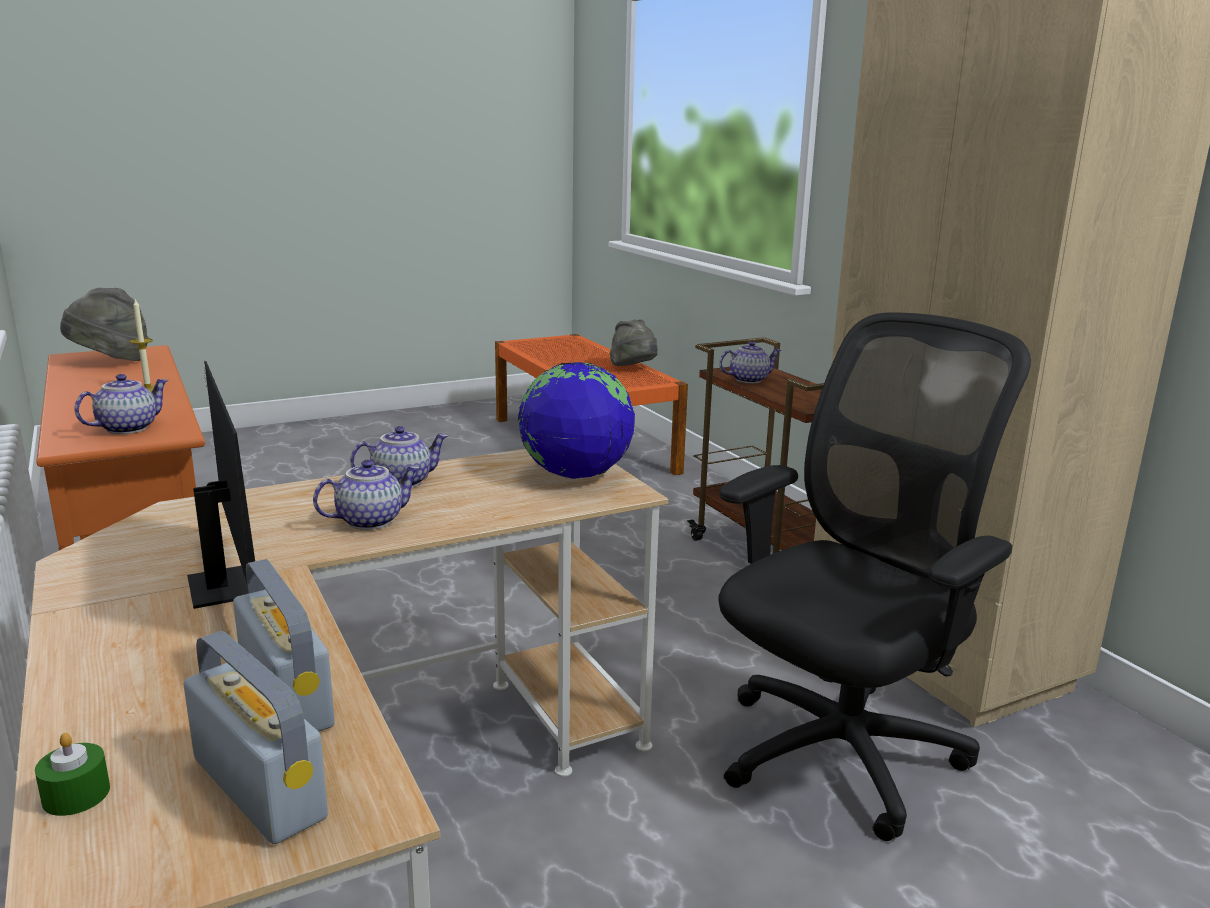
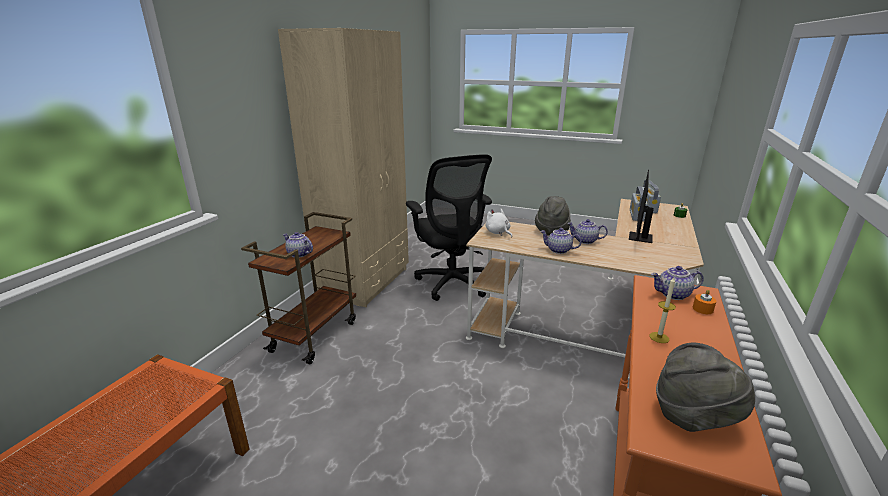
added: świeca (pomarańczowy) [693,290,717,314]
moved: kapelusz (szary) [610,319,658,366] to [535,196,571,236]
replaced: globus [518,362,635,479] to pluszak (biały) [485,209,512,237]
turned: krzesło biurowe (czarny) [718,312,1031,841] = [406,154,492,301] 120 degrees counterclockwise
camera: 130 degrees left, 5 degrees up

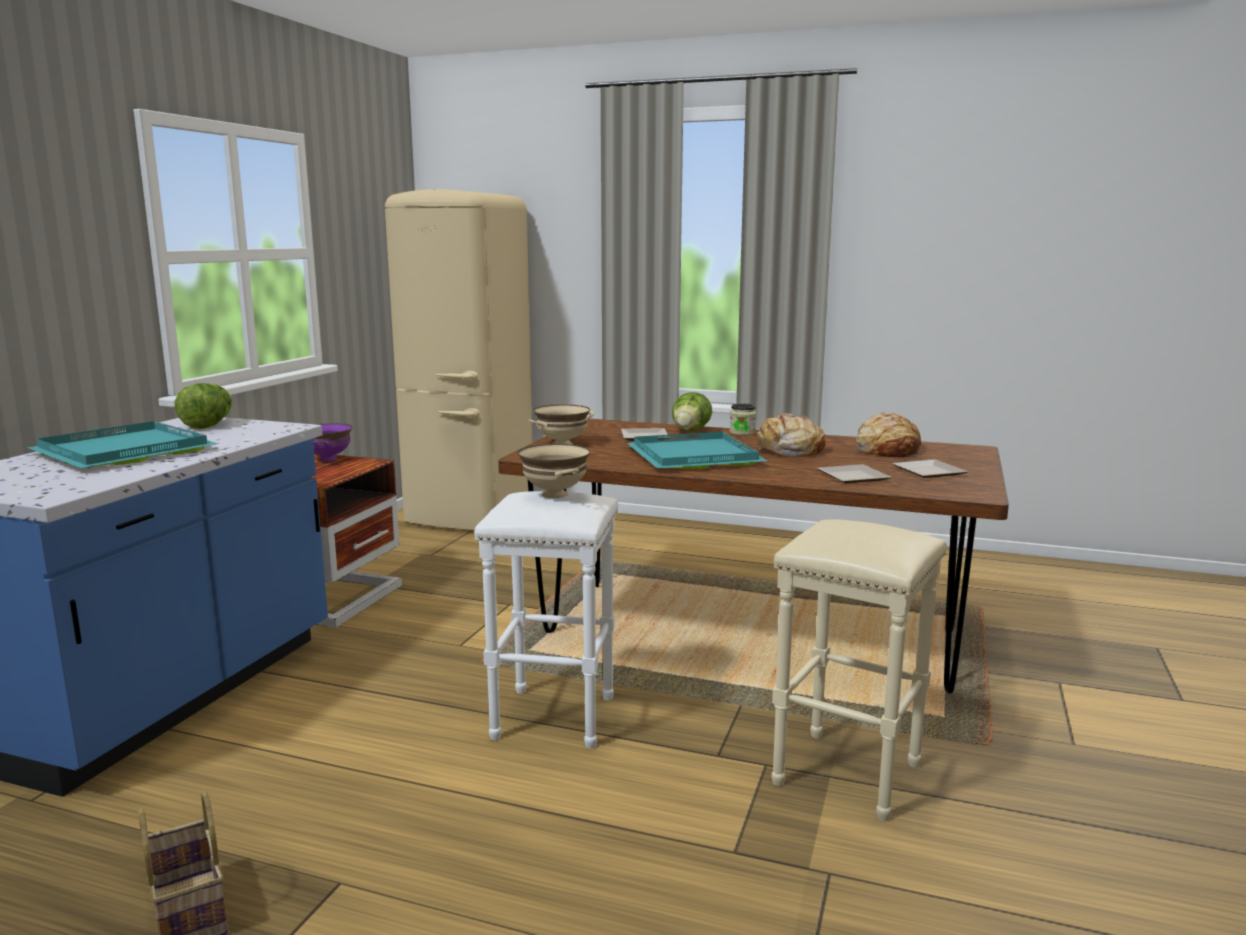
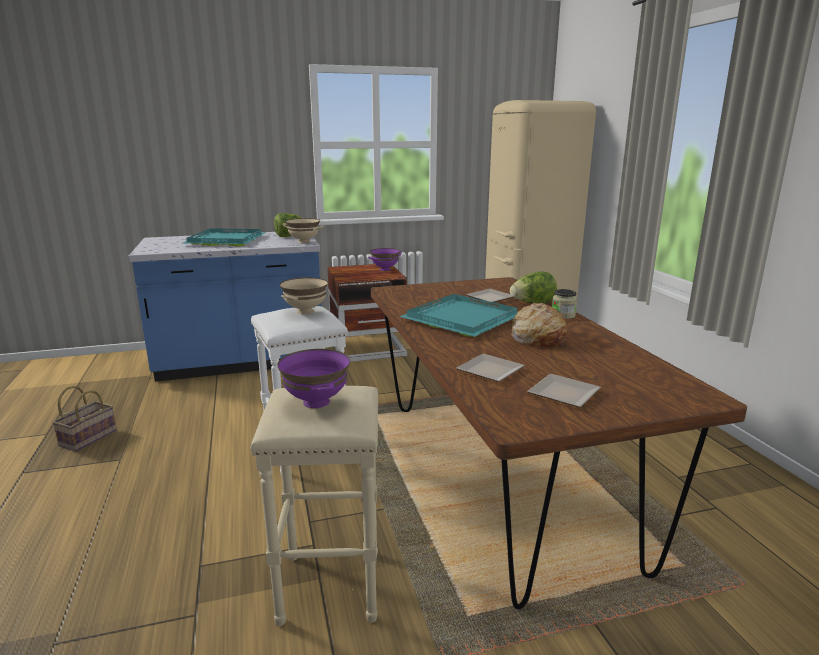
removed: chleb [856,412,921,457]
added: miska (fioletowy) [277,349,350,408]
moved: miska (beżowy) [529,404,594,444] to [283,218,324,243]
camera: 55 degrees right, 5 degrees up

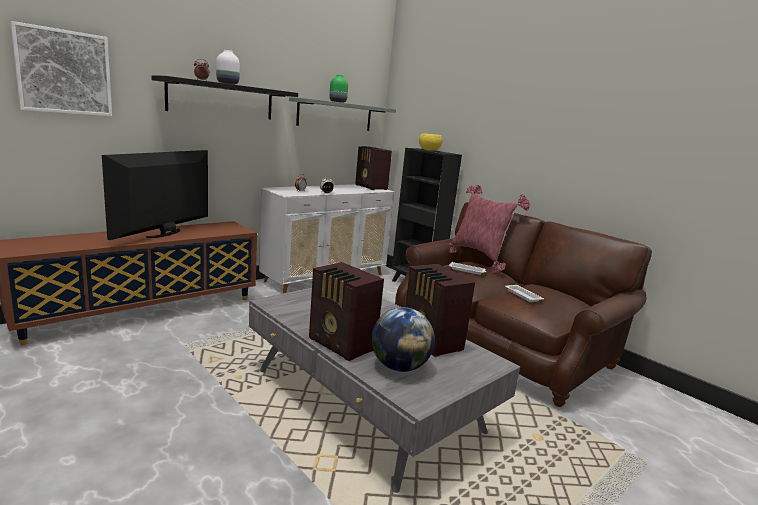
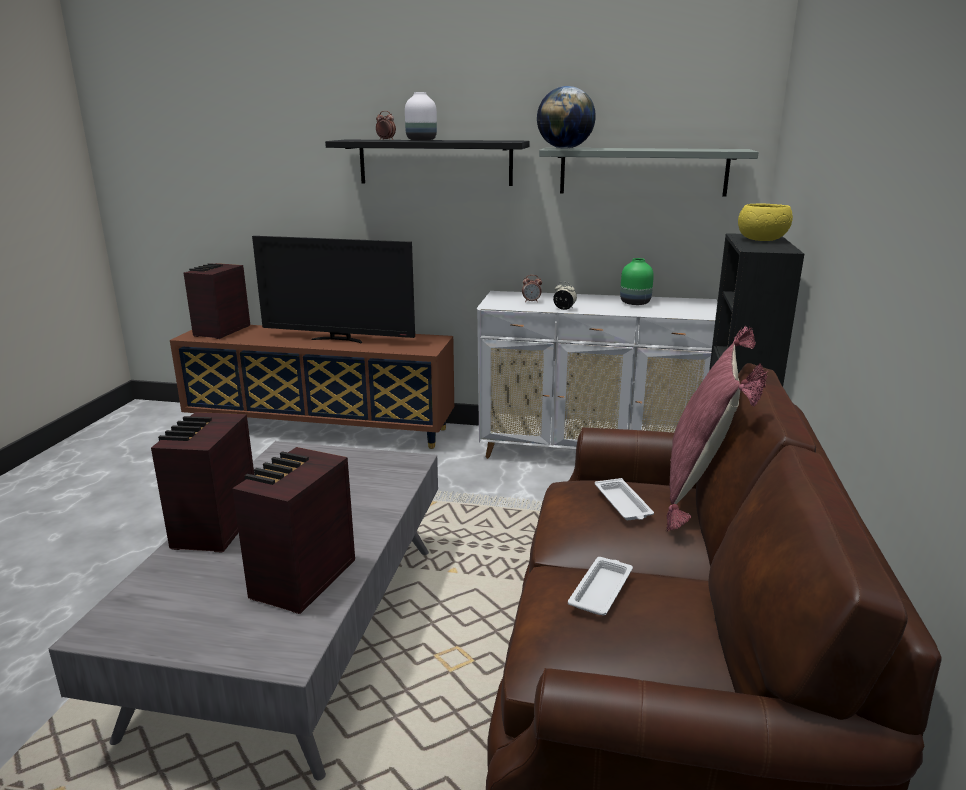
removed: obraz [10,21,112,116]
moved: wazon (zielony) [329,75,348,103] to [620,258,654,305]; radio [355,146,392,190] to [184,263,250,339]; globus [371,307,435,372] to [537,86,596,149]
turned: telewizor [102,150,208,240] = [252,236,415,343] 150 degrees counterclockwise
camera: 55 degrees right, 5 degrees up

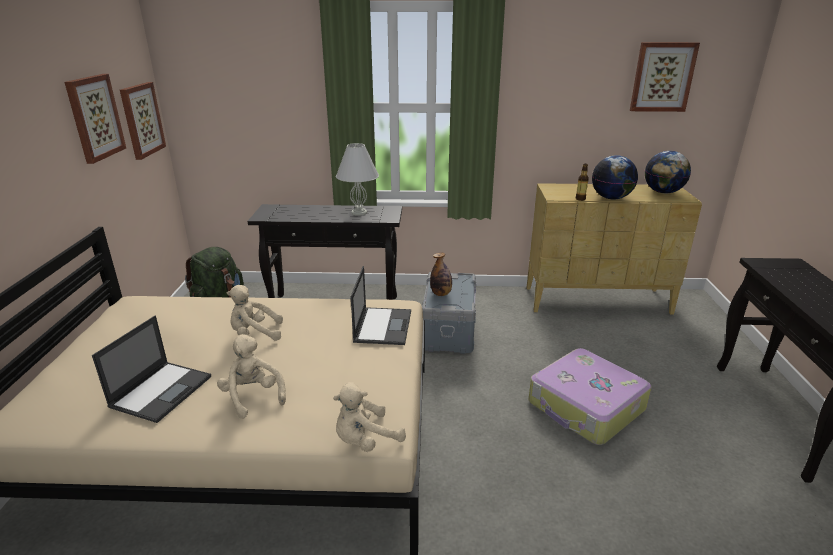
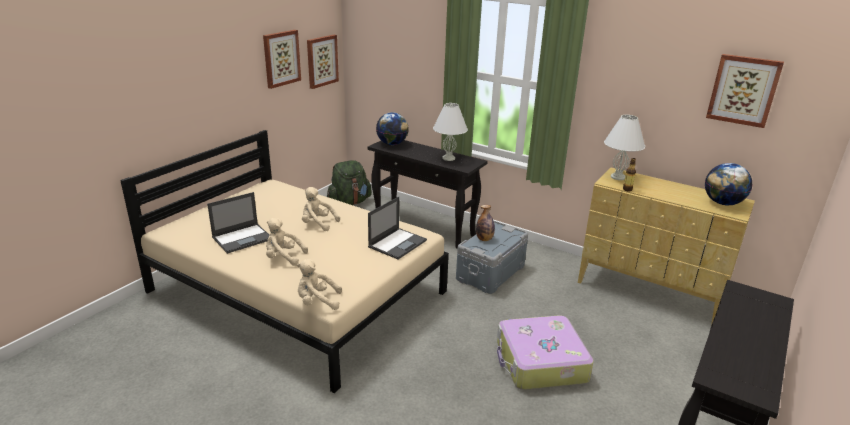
added: lampa stołowa (biały) [604,115,645,180]
moved: globus [592,155,638,199] to [376,112,409,145]
turned: pluszak (beżowy) [217,334,286,419] = [266,218,308,266] 75 degrees counterclockwise
camera: 30 degrees right, 0 degrees up

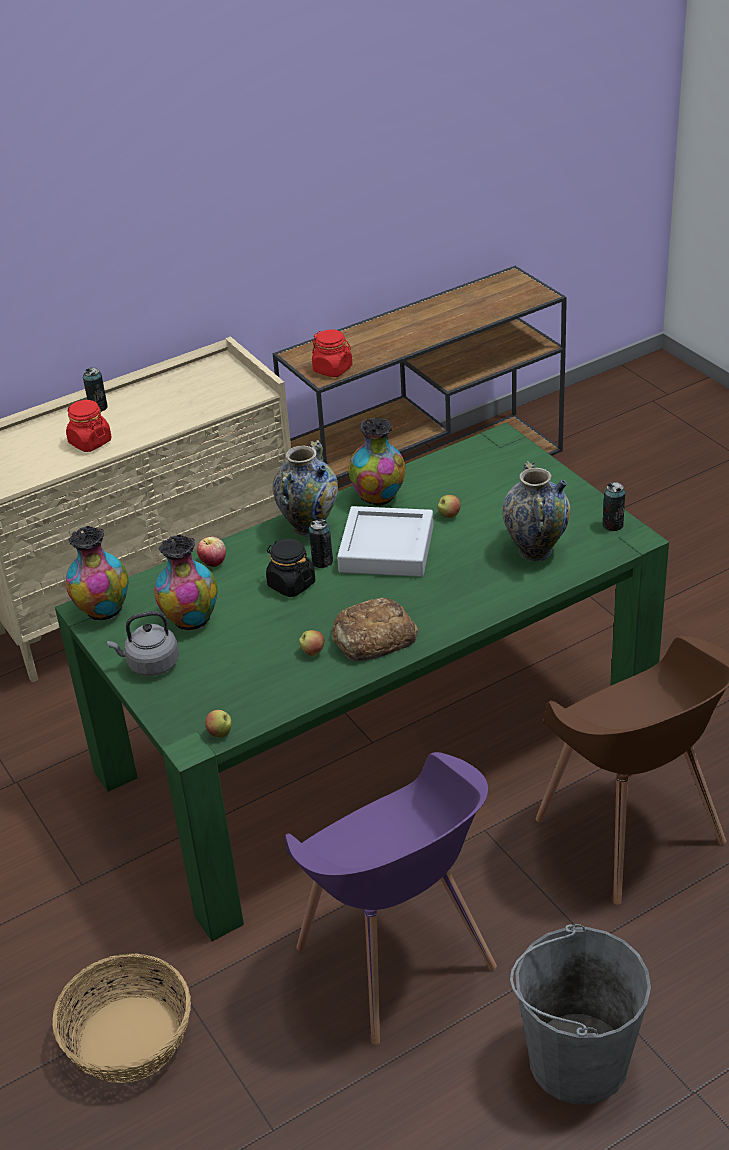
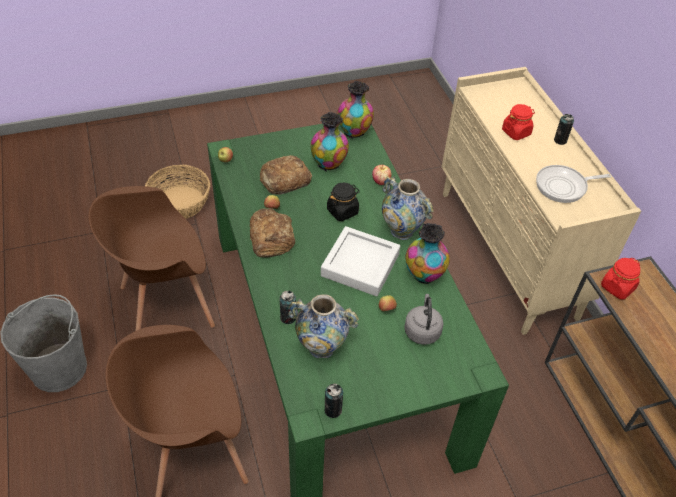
added: chleb [260,155,312,195]; patelnia [536,165,612,203]
moved: puszka [309,519,333,568] to [279,291,296,324]; czajnik (szary) [107,611,179,676] to [404,294,444,345]
recoloured: krzesło (fioletowy) [286,752,497,1045] to krzesło (brązowy) [88,186,215,331]
camera: 100 degrees right, 10 degrees up

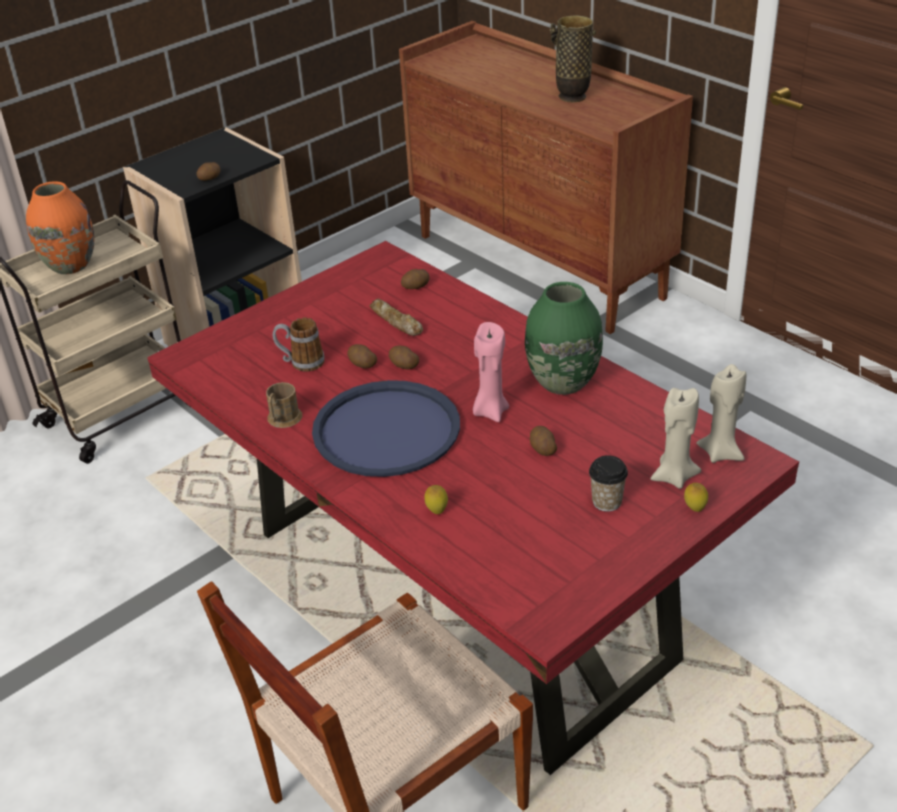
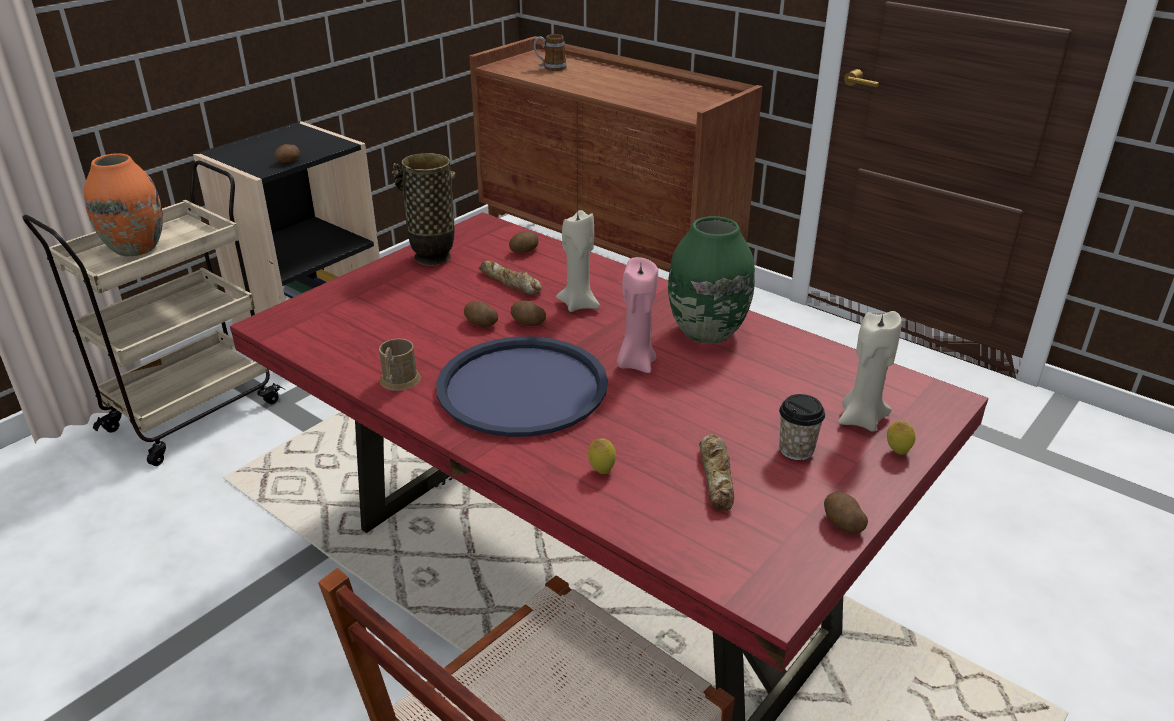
added: chleb [699,434,734,510]
moved: wazon [549,15,596,102] to [392,153,456,266]; kubek [273,318,325,372] to [534,34,567,71]; świeca (beżowy) [696,364,746,463] to [556,210,600,312]; ziemniak [530,426,557,456] to [824,492,868,534]
camera: 10 degrees left, 5 degrees down

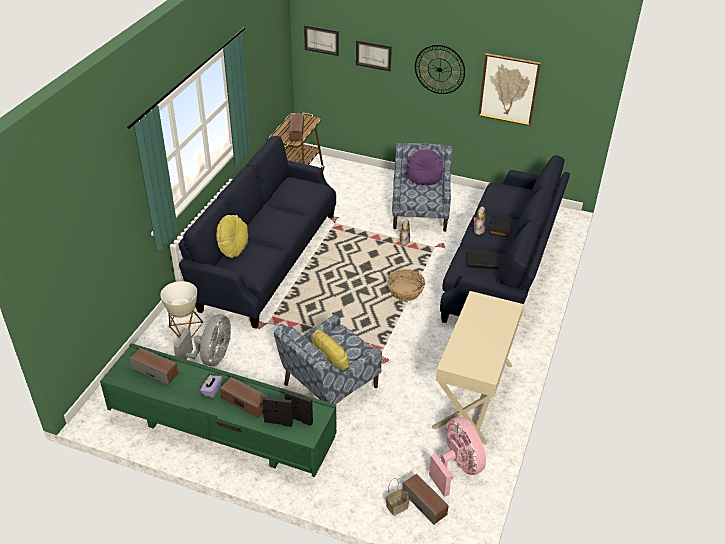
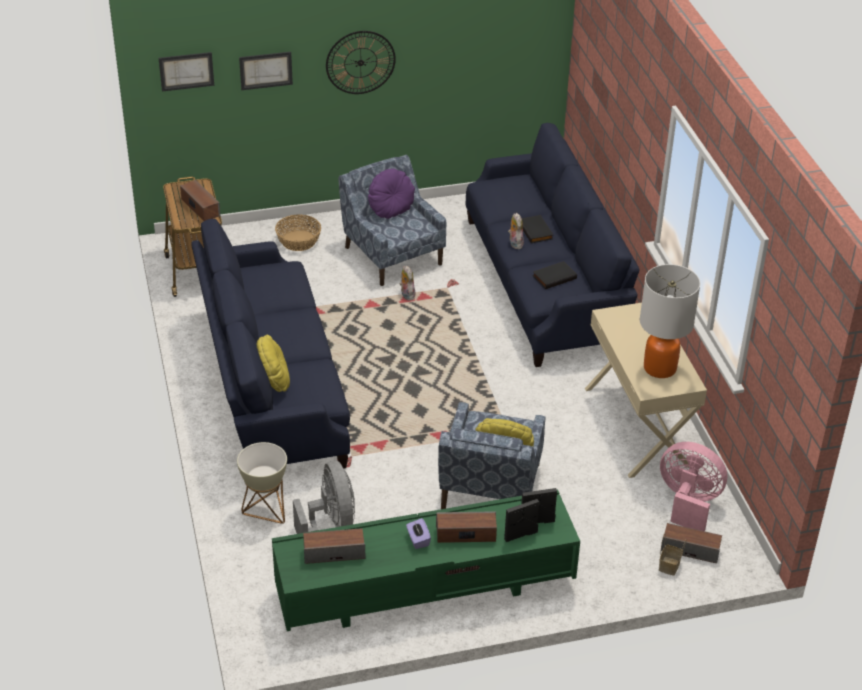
removed: obraz [478,53,541,126]
added: lampa stołowa [640,264,700,378]
moved: koszyk [387,269,425,301] to [275,214,321,251]
camera: 35 degrees left, 0 degrees up

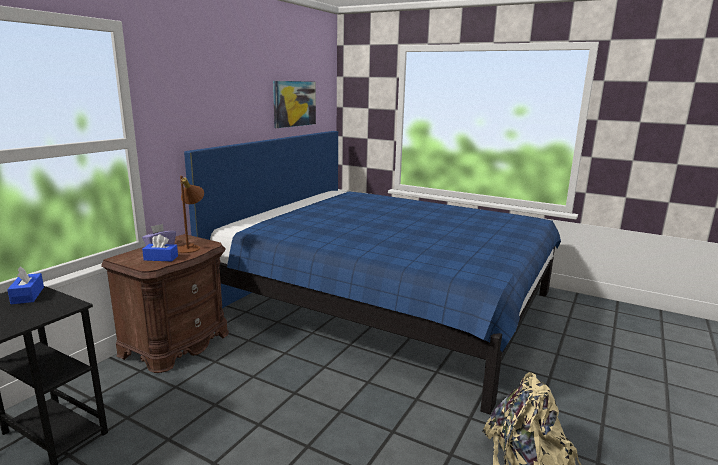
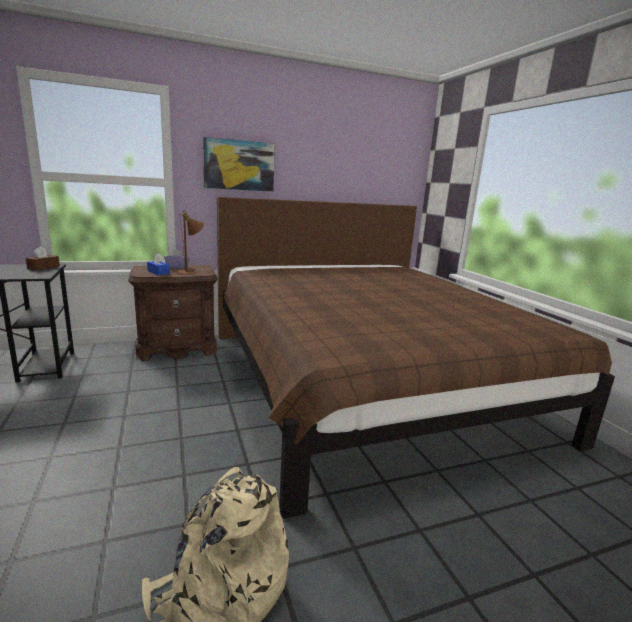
moved: obraz [273,81,316,128] to [203,137,275,192]
recoloured: łóżko (niebieski) [184,131,561,415] to łóżko (brązowy) [217,197,615,519]; pudełko chusteczek (niebieski) [7,266,44,304] to pudełko chusteczek (brązowy) [26,246,60,271]
camera: 40 degrees right, 0 degrees up

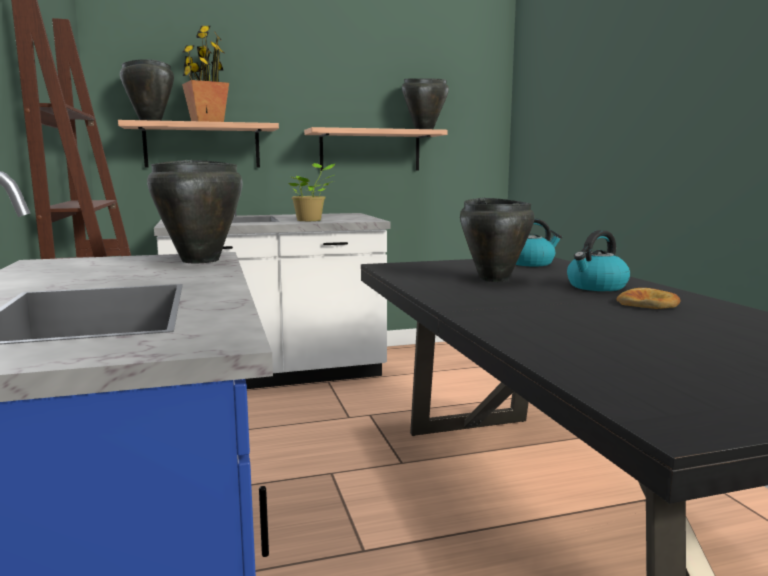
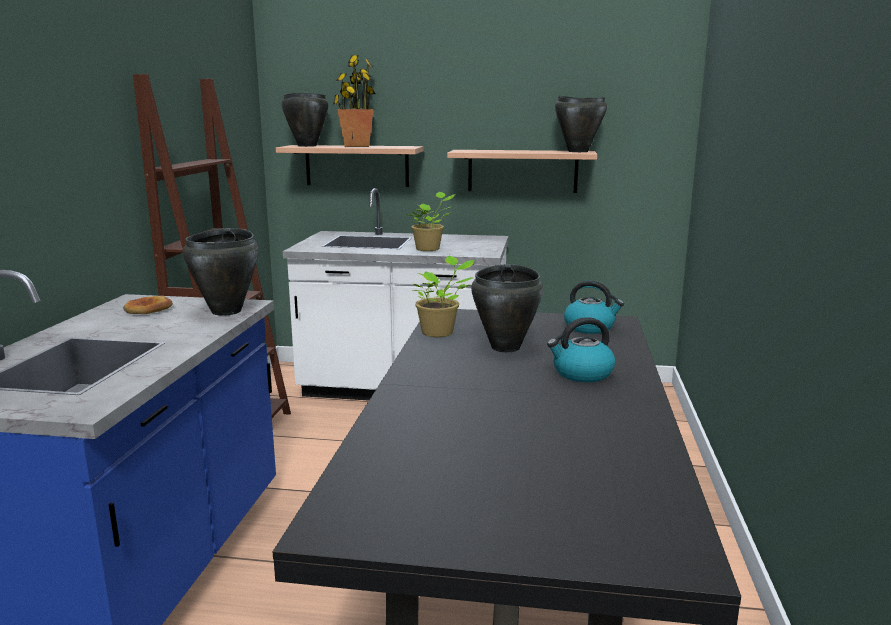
added: roślina doniczkowa [413,256,475,337]
moved: chleb [616,288,681,309] to [123,296,173,314]
camera: 25 degrees right, 5 degrees up

